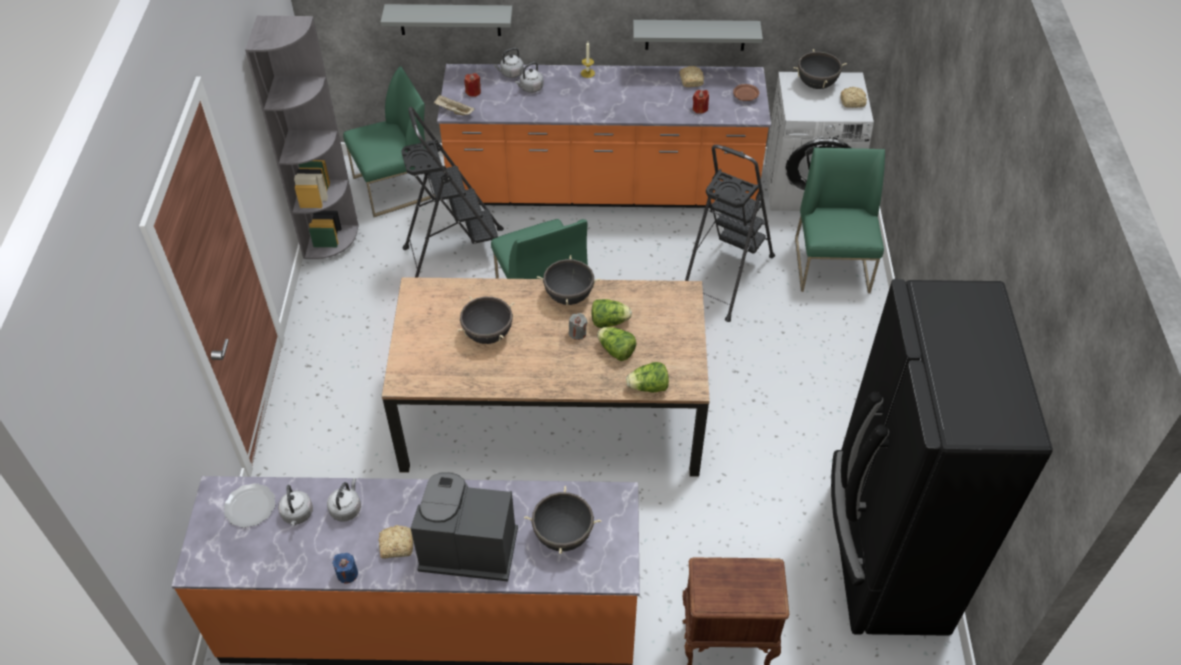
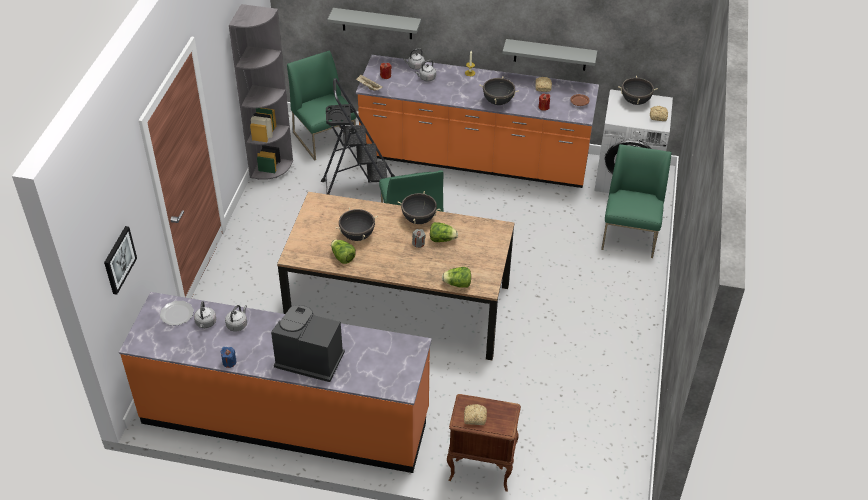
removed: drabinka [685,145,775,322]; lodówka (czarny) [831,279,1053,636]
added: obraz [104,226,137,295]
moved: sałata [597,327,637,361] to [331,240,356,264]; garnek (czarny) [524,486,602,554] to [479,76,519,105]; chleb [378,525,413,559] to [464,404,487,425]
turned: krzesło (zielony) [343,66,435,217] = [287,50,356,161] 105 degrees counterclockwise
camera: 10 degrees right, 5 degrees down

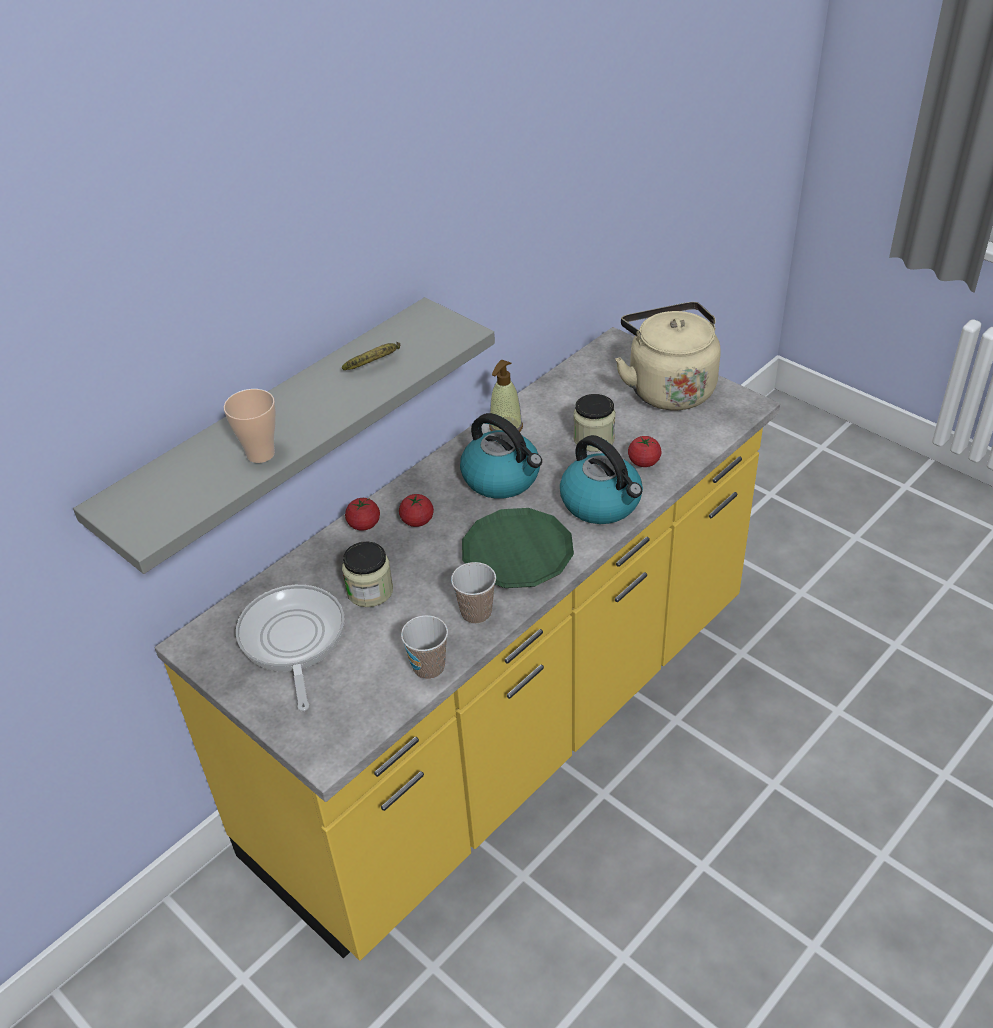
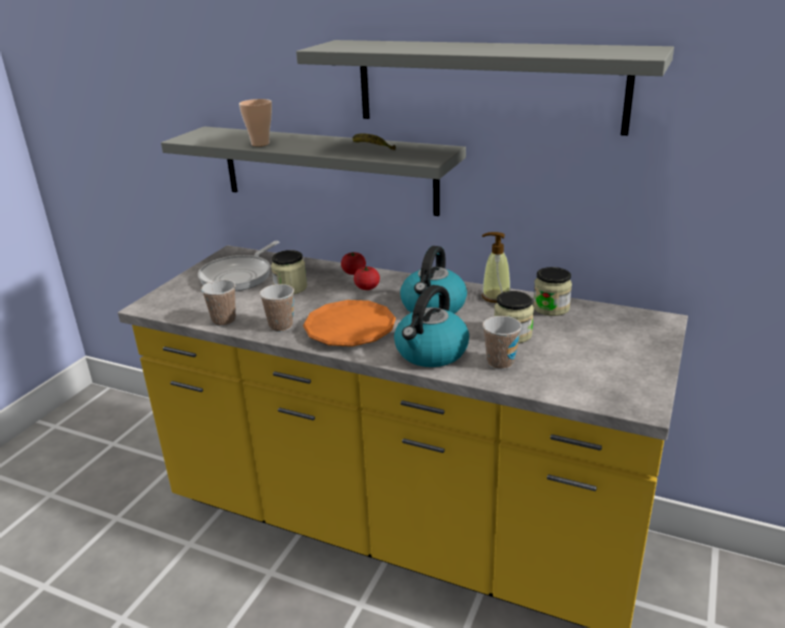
removed: czajnik (beżowy) [615,302,721,410]
added: półka (szary) [296,40,674,136]; słoik [533,267,572,316]
replaced: pomidor [628,436,661,467] to filiżanka [483,316,522,370]
recoloured: talerz (zielony) [462,508,574,588] to talerz (pomarańczowy) [303,300,396,347]
turned: patelnia [236,585,345,711] = [198,241,279,291] 150 degrees clockwise
camera: 70 degrees right, 15 degrees down

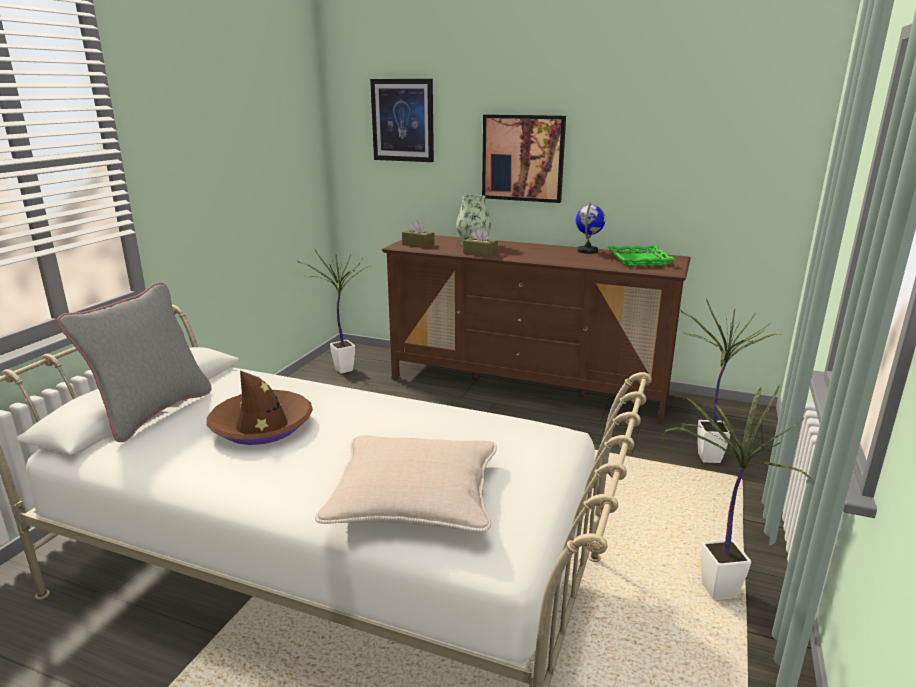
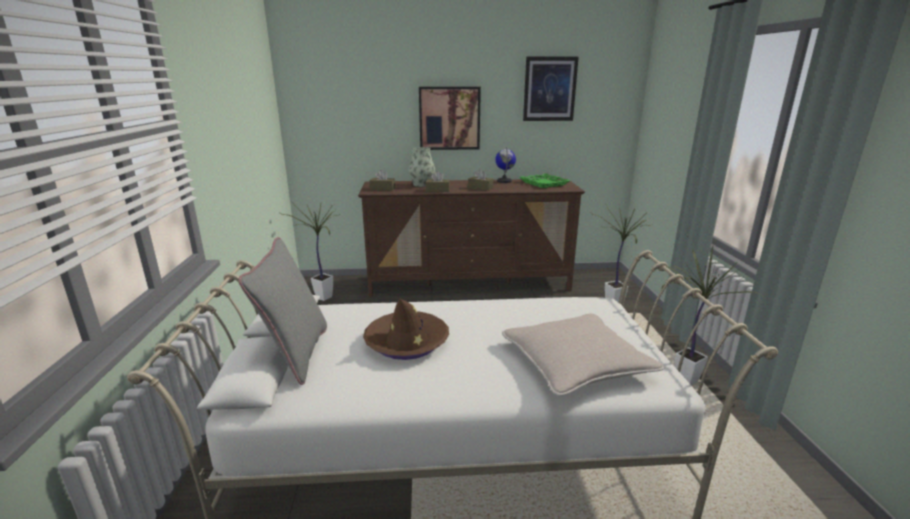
added: pudełko chusteczek (brązowy) [468,169,493,191]
moved: obraz [370,79,434,162] to [523,57,579,121]
camera: 25 degrees left, 0 degrees up

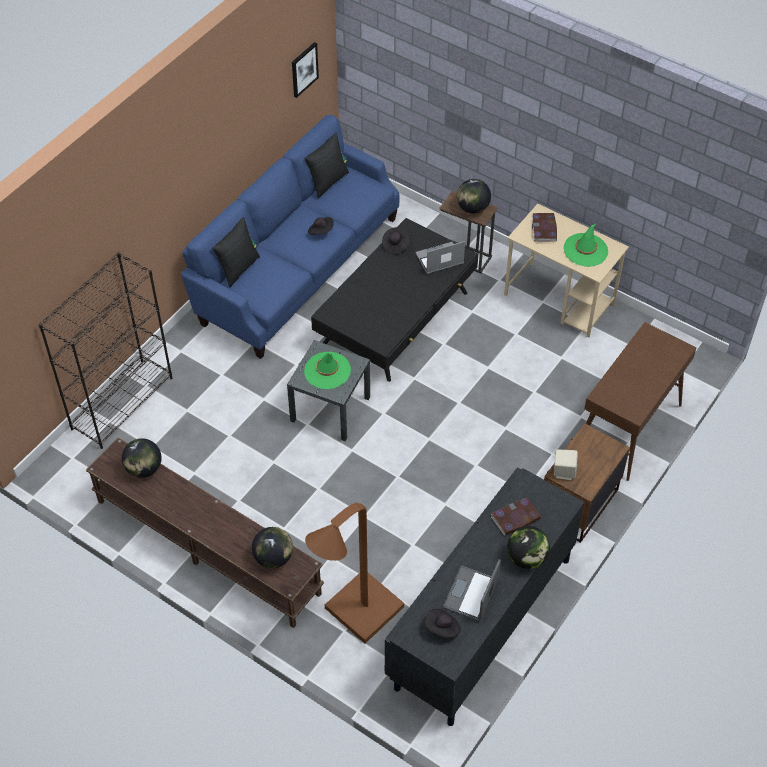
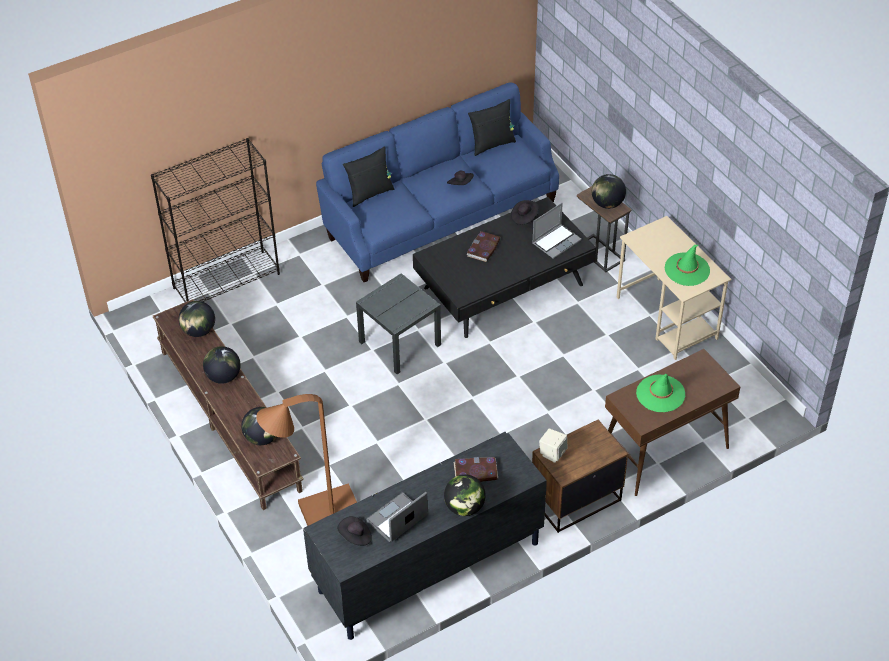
removed: obraz [292,42,319,98]
added: globus [203,346,241,384]
moved: książka [532,213,557,242] to [466,231,500,262]; kapelusz (zielony) [304,352,351,389] to [636,374,685,412]
turned: laptop [415,241,465,274] = [533,203,582,259] 135 degrees clockwise
camera: 25 degrees right, 5 degrees down

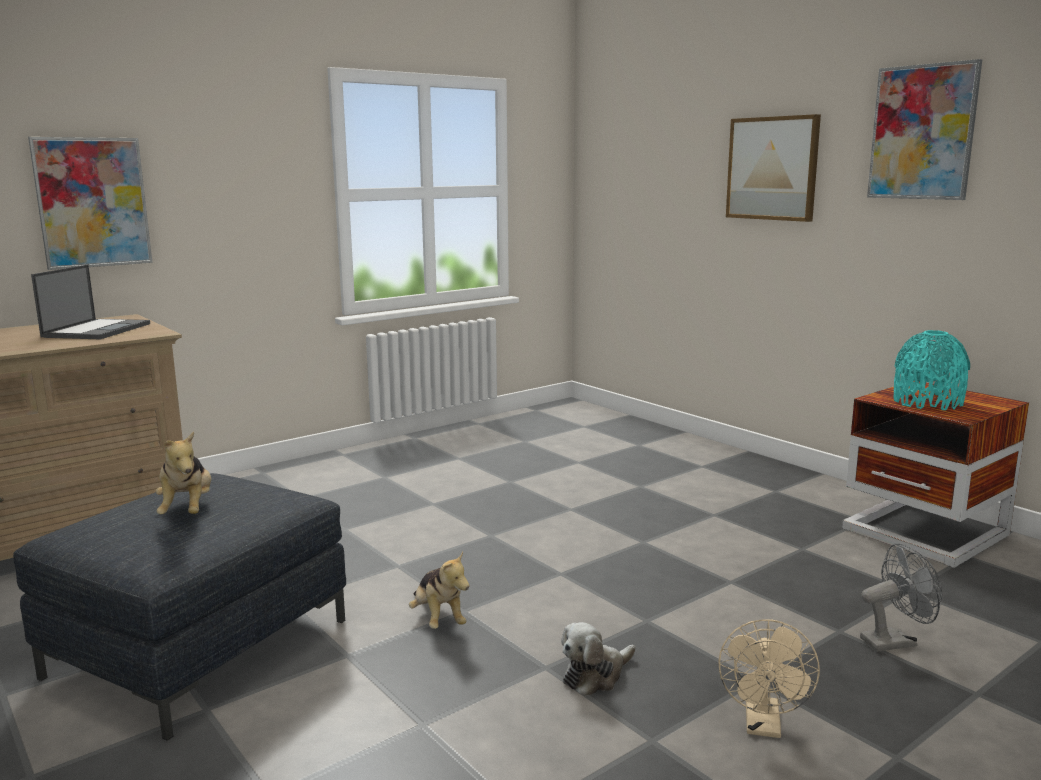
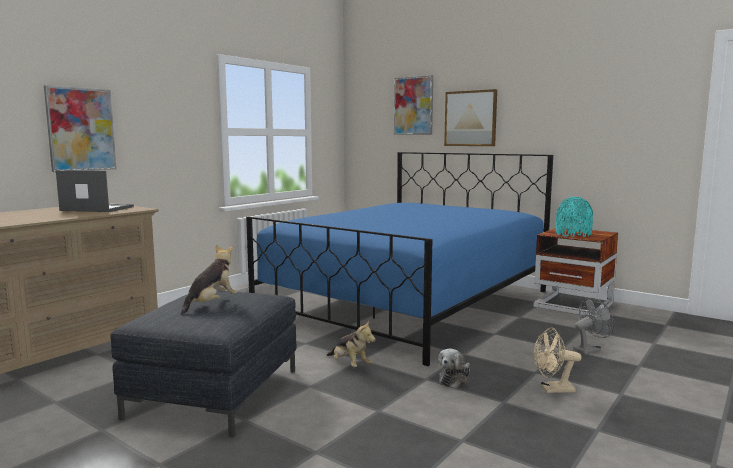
added: łóżko (niebieski) [246,152,553,366]
moved: obraz [867,59,982,200] to [394,75,433,135]
turned: laptop [31,265,150,339] = [56,170,134,212] 75 degrees counterclockwise; pluszak [156,431,211,514] = [181,245,238,315] 120 degrees counterclockwise; wentylator (beżowy) [718,619,820,738] = [534,328,582,393] 90 degrees clockwise
camera: 15 degrees left, 5 degrees down

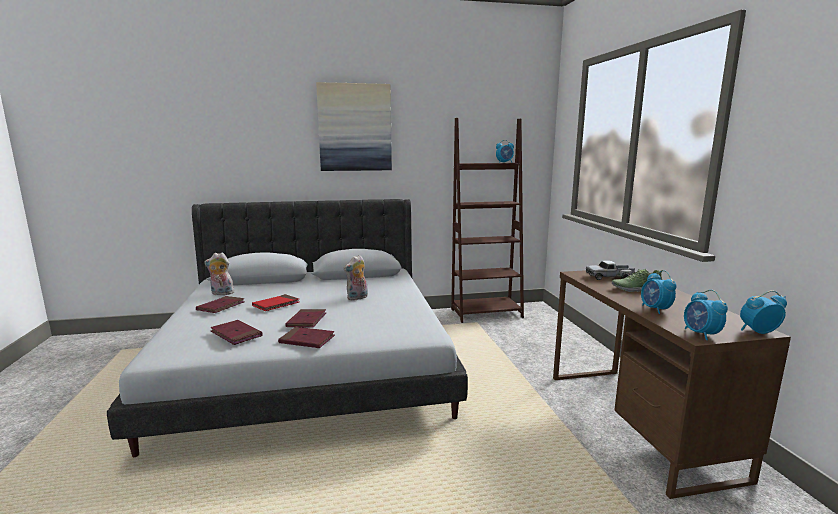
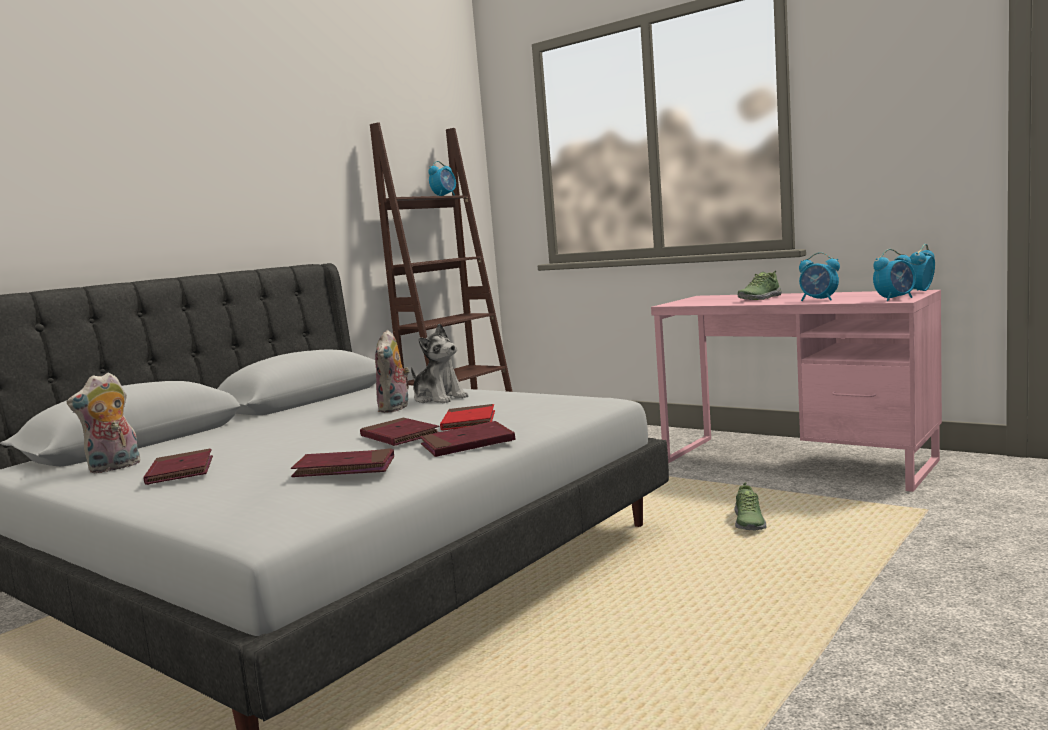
removed: obraz [316,82,392,171]; ciężarówka zabawkowa [586,260,635,280]
added: pluszak [411,323,469,404]; but [735,482,766,531]
moved: książka (czerwony) [252,294,299,311] to [440,404,495,431]
recoloured: biurko (brązowy) [553,270,791,499] to biurko (różowy) [651,290,942,492]
turned: budzik [684,290,728,340] = [873,249,916,301] 60 degrees counterclockwise
camera: 40 degrees left, 5 degrees down

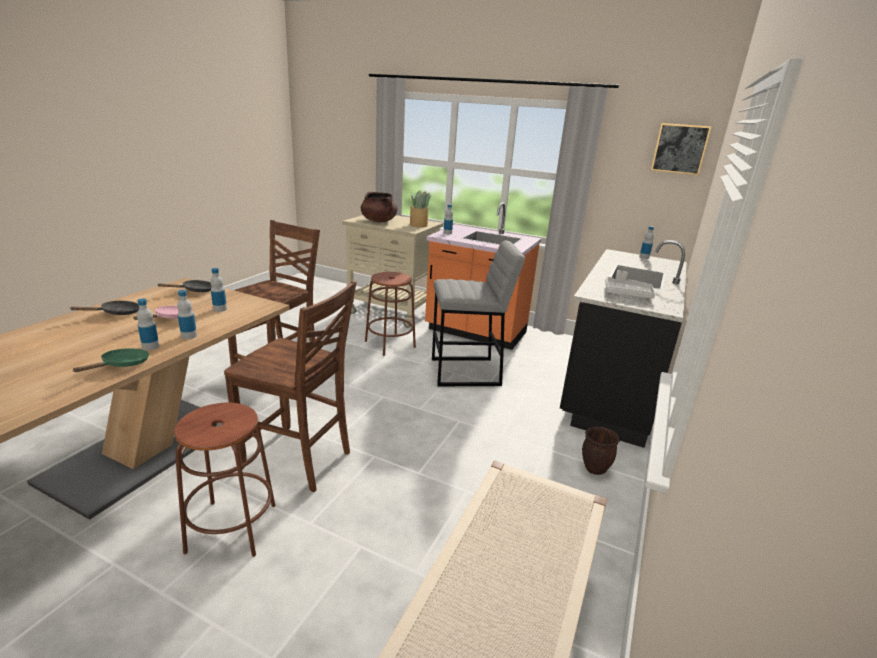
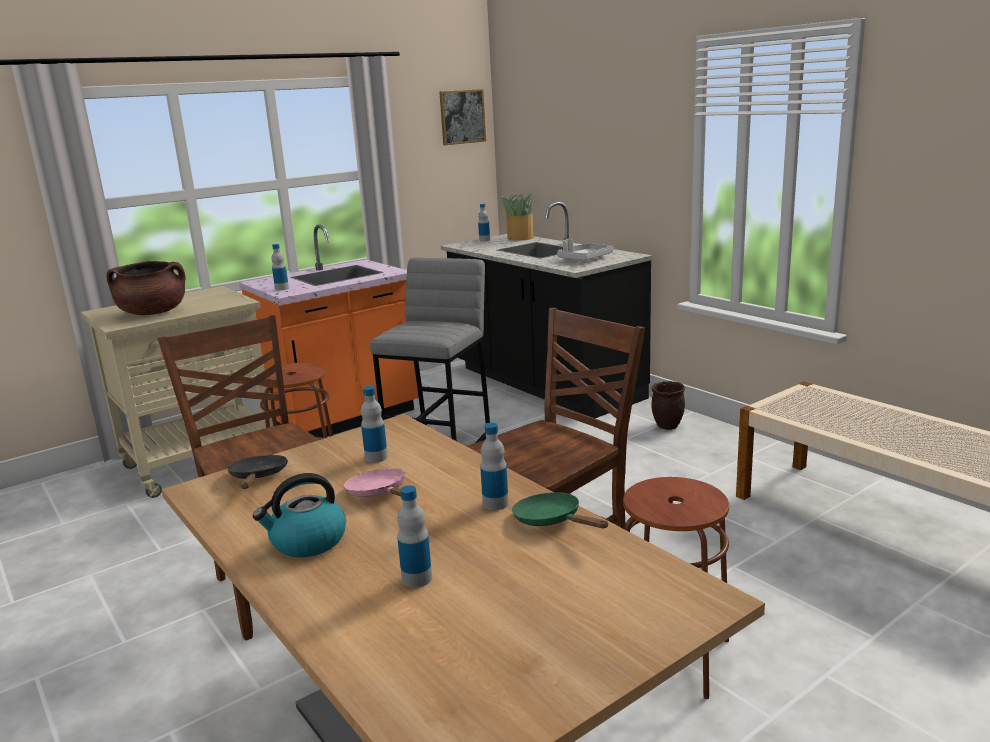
moved: roślina doniczkowa [410,191,431,228] to [502,194,533,241]; butelka [177,290,197,339] to [397,486,432,588]
replaced: patelnia (czarny) [69,301,139,315] to czajnik [253,473,346,557]
camera: 60 degrees left, 5 degrees down

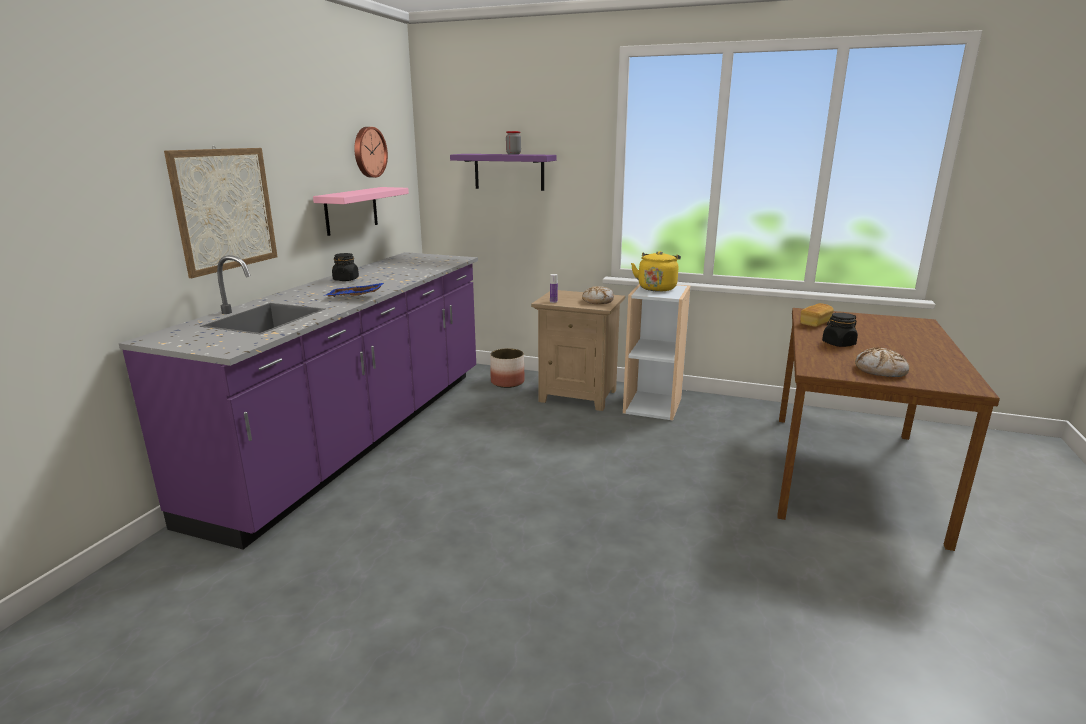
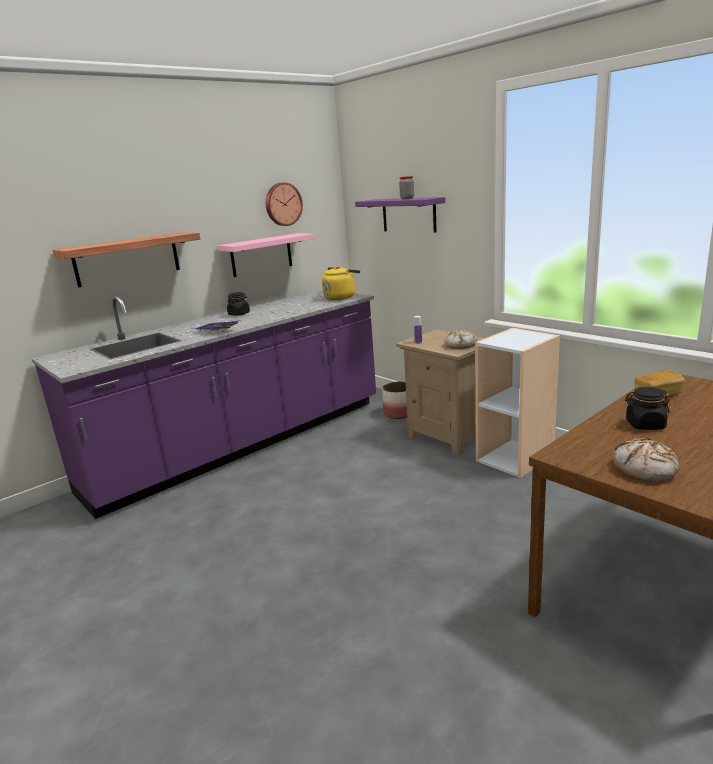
moved: czajnik (żółty) [631,251,681,292] to [322,266,360,300]
replaced: obraz [164,146,278,278] to półka [53,232,200,288]
camera: 30 degrees right, 0 degrees up

